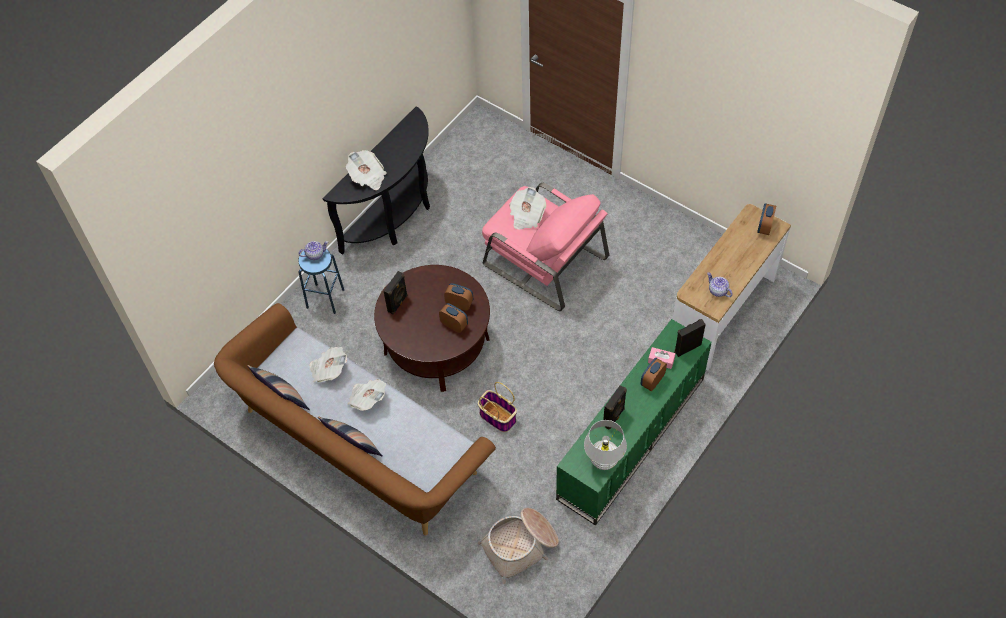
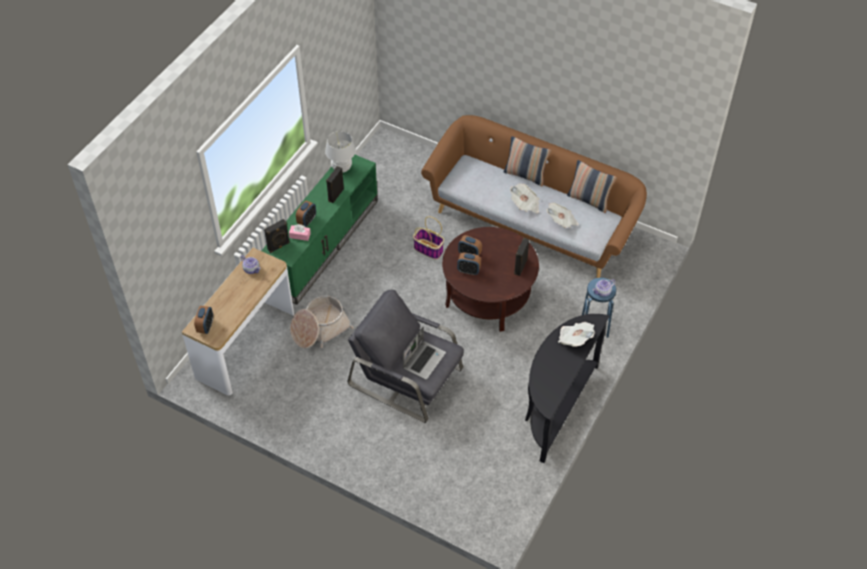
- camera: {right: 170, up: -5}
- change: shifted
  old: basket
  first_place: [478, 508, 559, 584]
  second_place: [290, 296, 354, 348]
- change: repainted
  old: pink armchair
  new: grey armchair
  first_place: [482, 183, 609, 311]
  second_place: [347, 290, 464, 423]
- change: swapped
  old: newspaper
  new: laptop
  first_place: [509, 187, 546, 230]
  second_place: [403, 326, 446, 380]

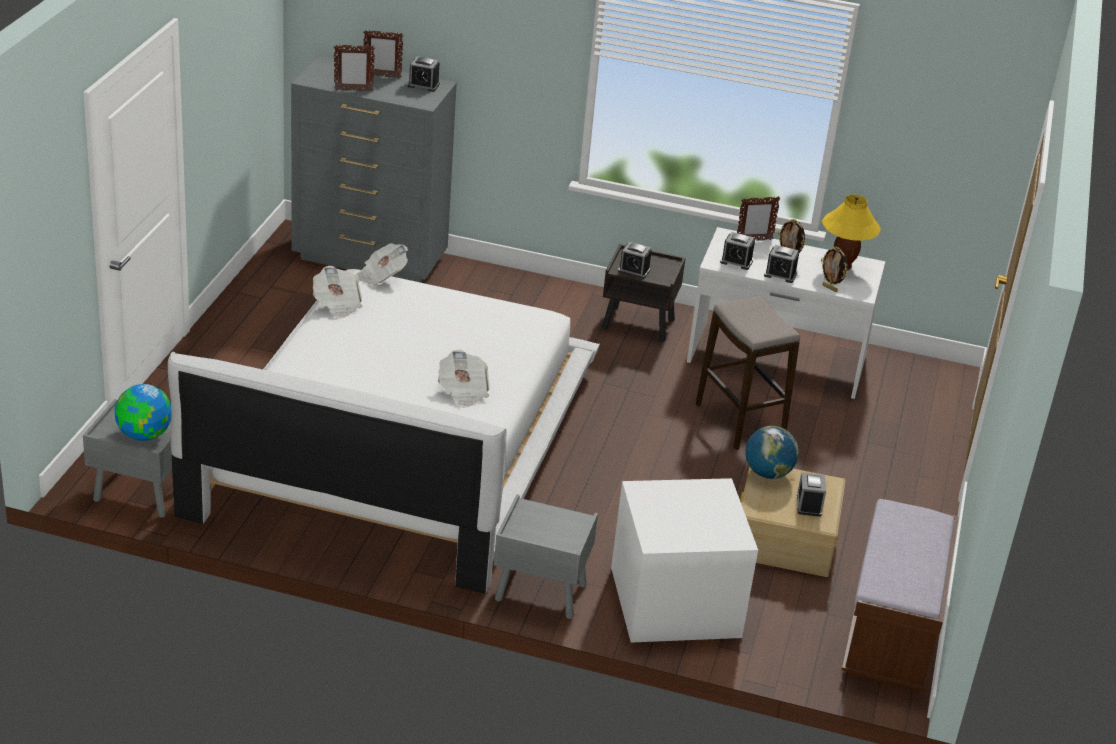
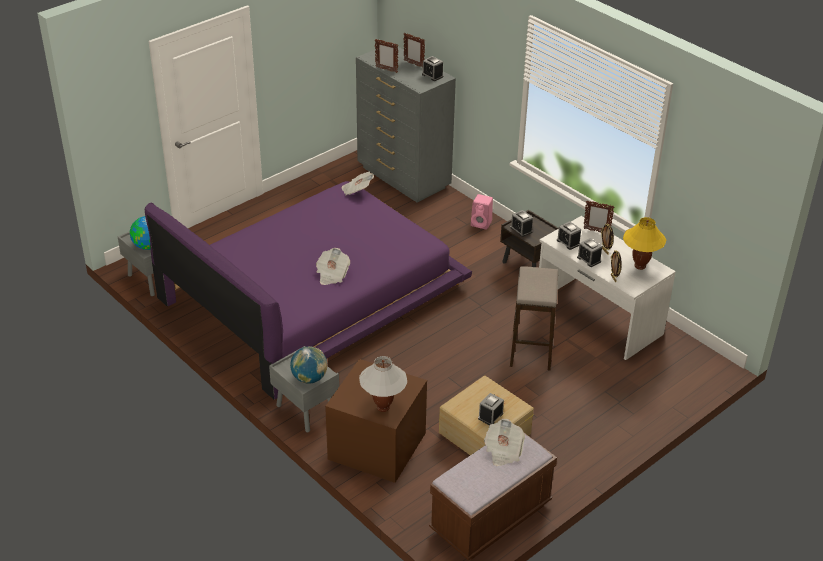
- camera: {right: 35, up: 5}
- change: repainted
  old: white bed
  new: purple bed
  first_place: [168, 269, 600, 594]
  second_place: [145, 181, 472, 399]
- change: shifted
  old: globe
  first_place: [745, 426, 799, 479]
  second_place: [290, 346, 327, 384]
- change: repainted
  old: white storage box
  new: brown storage box
  first_place: [611, 478, 758, 643]
  second_place: [325, 359, 427, 483]
- change: new
  new: white table lamp
  second_place: [359, 356, 407, 412]
- change: new
  new: pink speaker
  second_place: [471, 194, 493, 230]
- change: shifted
  old: newspaper
  first_place: [313, 266, 362, 319]
  second_place: [484, 419, 525, 466]

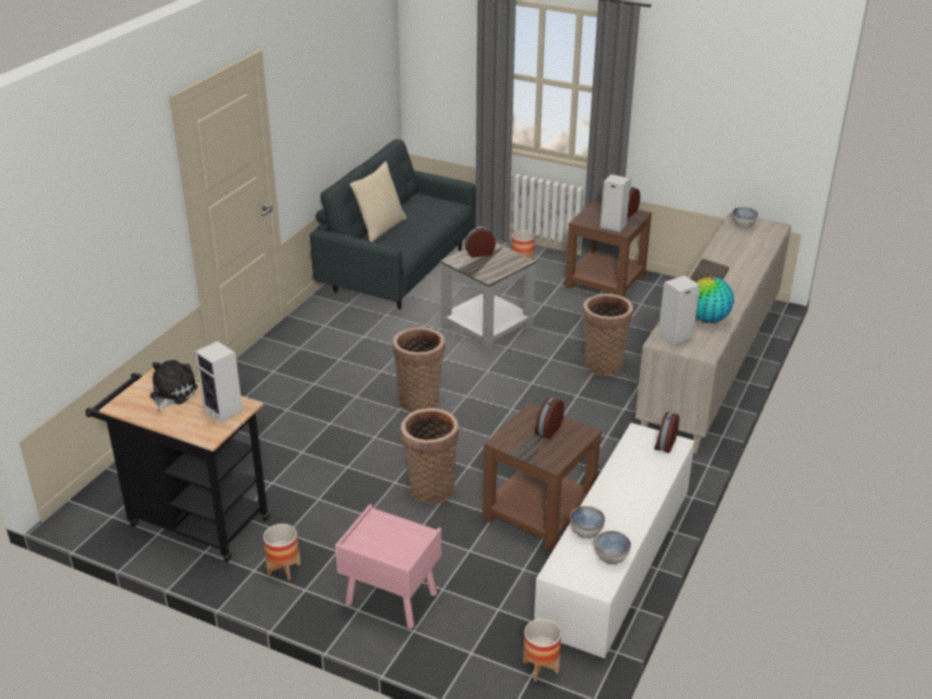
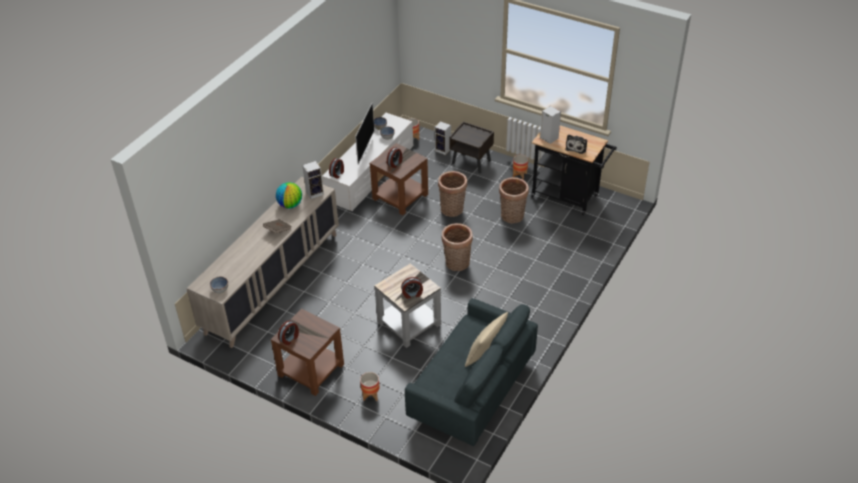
- camera: {right: -175, up: 10}
- change: new
  new: television
  second_place: [355, 103, 374, 164]
- change: shifted
  old: speaker
  first_place: [600, 174, 631, 233]
  second_place: [435, 121, 451, 155]
- change: repainted
  old: pink nightstand
  new: brown nightstand
  first_place: [335, 504, 441, 629]
  second_place: [449, 122, 494, 173]
- change: shifted
  old: basket
  first_place: [583, 294, 633, 376]
  second_place: [499, 177, 529, 223]

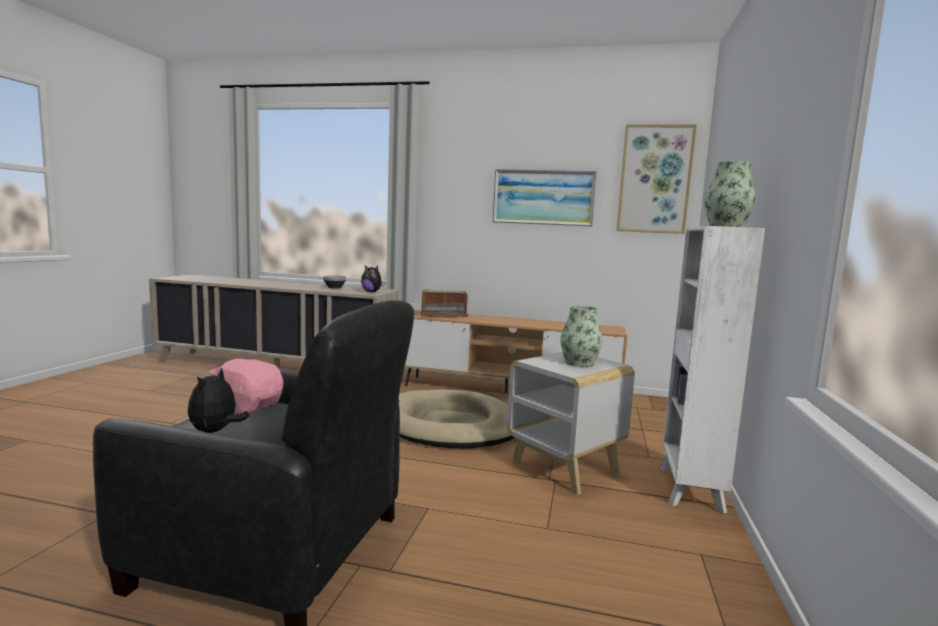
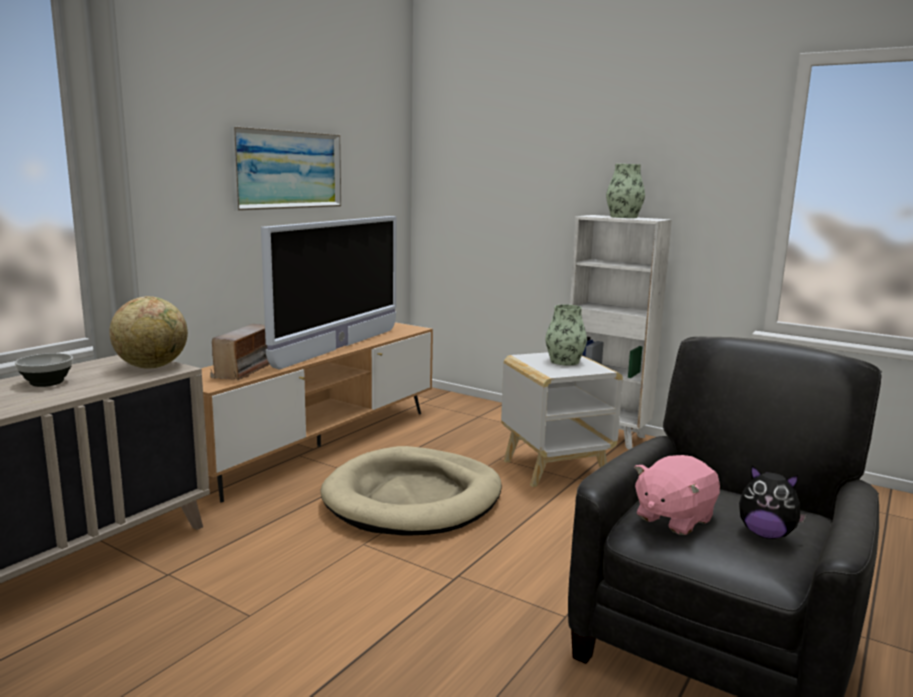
- camera: {right: -70, up: 5}
- change: swapped
  old: plush toy
  new: globe
  first_place: [361, 265, 385, 292]
  second_place: [109, 296, 188, 369]
- change: new
  new: television
  second_place: [261, 216, 397, 370]
- change: gone
  old: picture
  first_place: [617, 124, 697, 234]

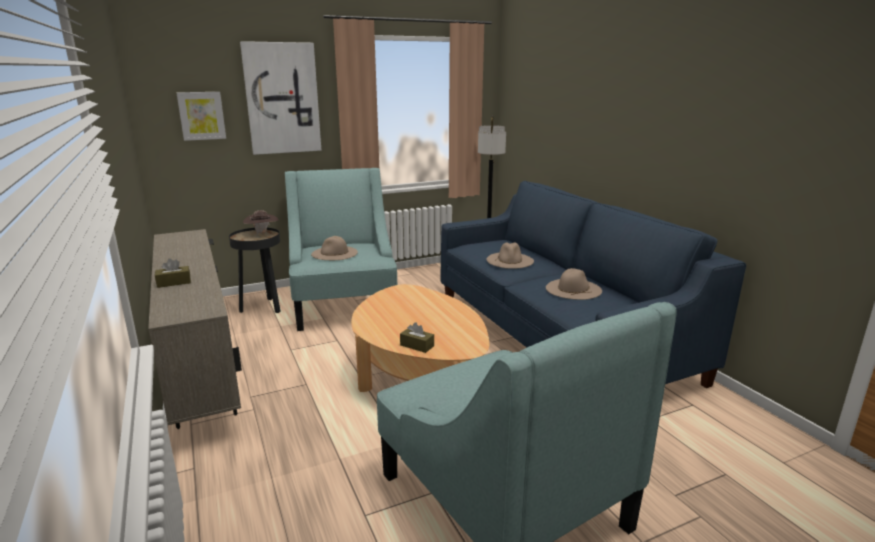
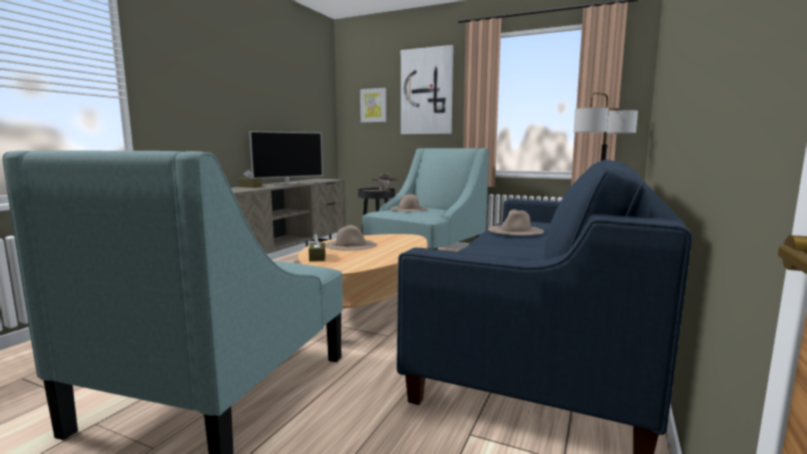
- camera: {right: 50, up: -10}
- change: new
  new: television
  second_place: [250, 131, 323, 184]
- change: shifted
  old: beige hat
  first_place: [546, 268, 602, 300]
  second_place: [325, 225, 377, 251]

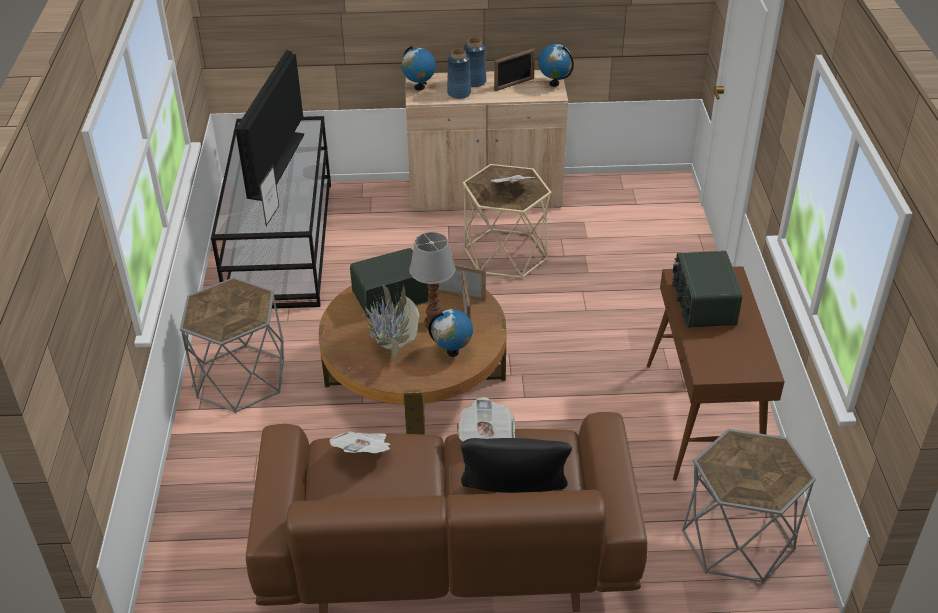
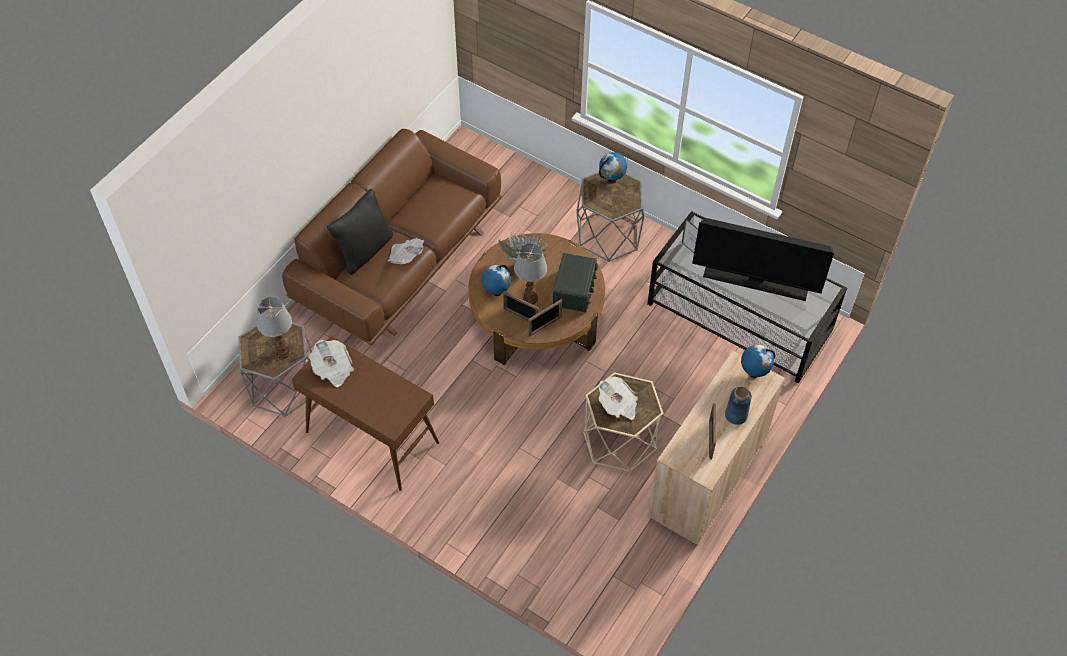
- camera: {right: 125, up: 15}
- change: new
  new: table lamp
  second_place: [257, 297, 292, 359]
- change: shifted
  old: newspaper
  first_place: [329, 431, 390, 453]
  second_place: [309, 340, 354, 387]
- change: shifted
  old: globe
  first_place: [538, 44, 574, 87]
  second_place: [599, 152, 627, 183]
- change: rotated
  old: television
  first_place: [235, 49, 304, 201]
  second_place: [692, 218, 834, 301]
  degrees: 150
- change: gone
  old: blue vase
  first_place: [447, 48, 471, 99]
- change: gone
  old: radio
  first_place: [672, 251, 743, 328]

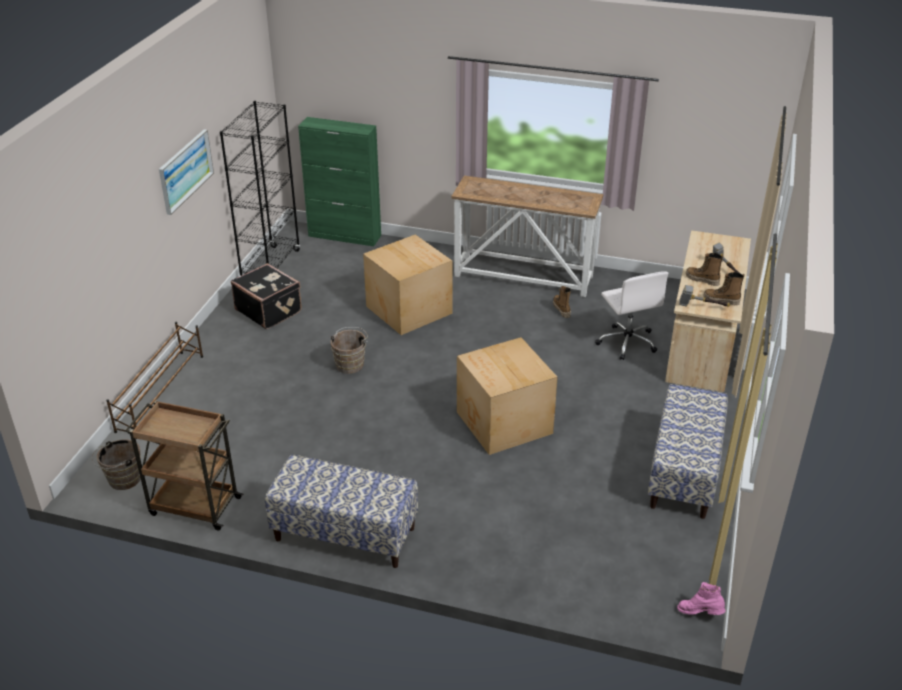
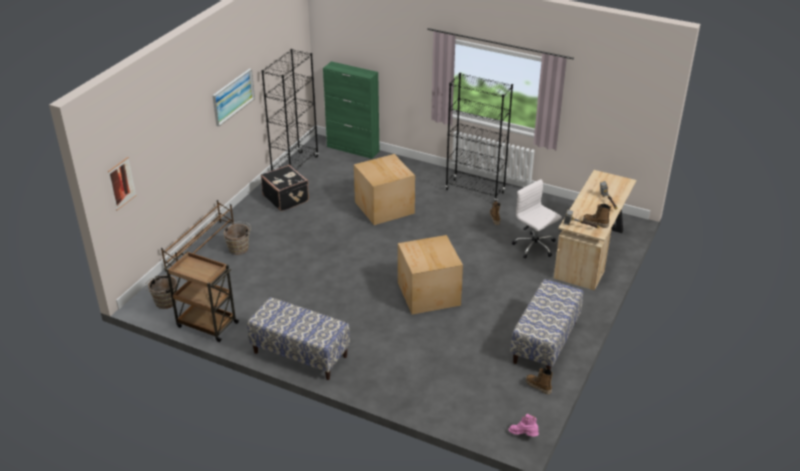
- camera: {right: 10, up: 0}
- change: new
  new: picture
  second_place: [108, 157, 136, 210]
- change: shifted
  old: brown bucket
  first_place: [330, 327, 368, 374]
  second_place: [224, 222, 251, 255]
- change: swapped
  old: console table
  new: black bookcase
  first_place: [451, 176, 604, 297]
  second_place: [445, 73, 513, 202]
- change: rotated
  old: white office chair
  first_place: [595, 271, 669, 360]
  second_place: [512, 179, 562, 259]
  degrees: 150
- change: shifted
  old: boot
  first_place: [686, 253, 723, 286]
  second_place: [526, 368, 553, 394]

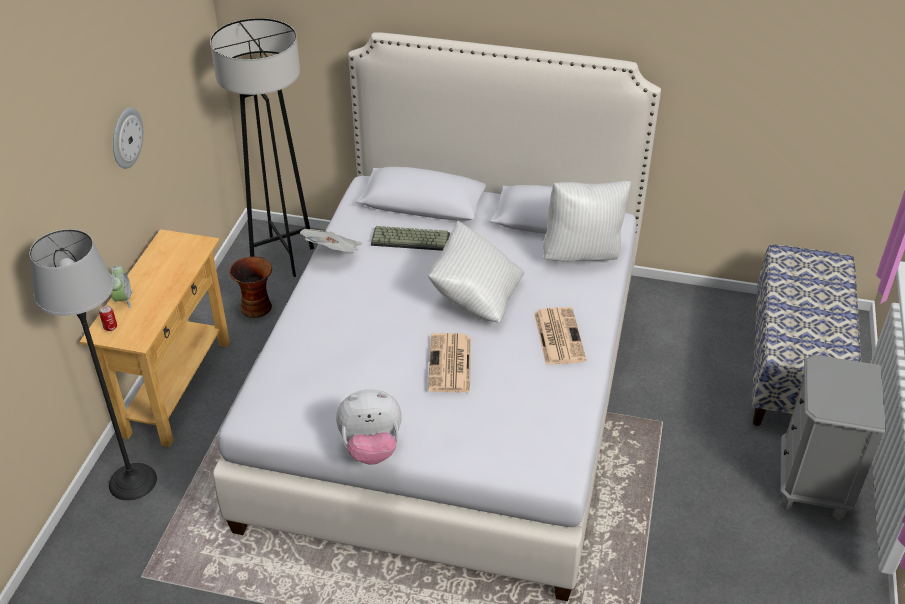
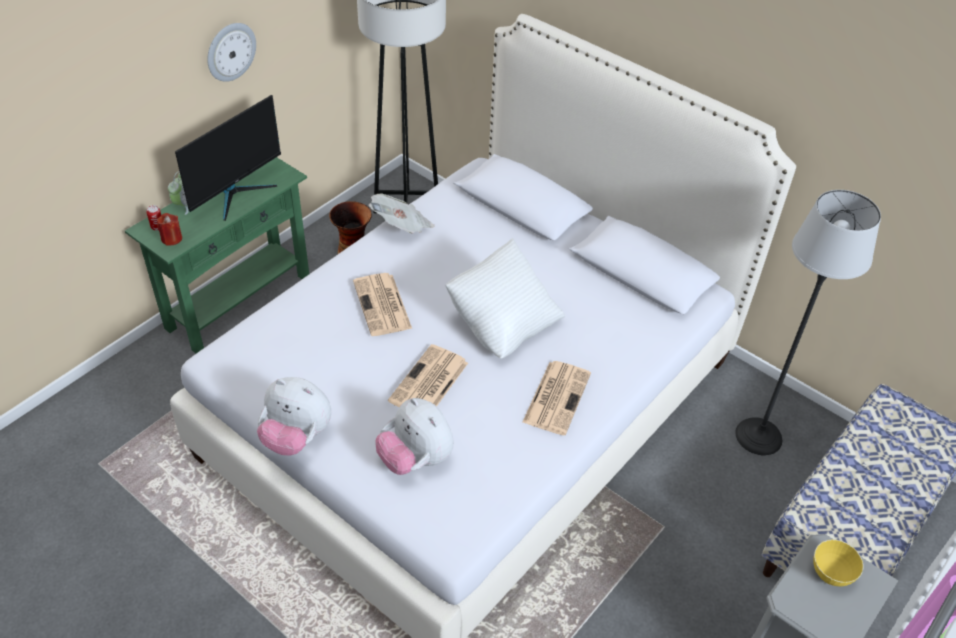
- camera: {right: 25, up: 5}
- change: repainted
  old: beige console table
  new: green console table
  first_place: [80, 229, 230, 447]
  second_place: [125, 157, 309, 353]
- change: new
  new: red candle
  second_place: [157, 213, 182, 246]
- change: new
  new: monitor
  second_place: [175, 95, 281, 221]
- change: new
  new: newspaper
  second_place: [353, 273, 412, 336]
- change: new
  new: plush toy
  second_place: [375, 398, 454, 475]
- change: shifted
  old: floor lamp
  first_place: [29, 229, 157, 501]
  second_place: [735, 190, 881, 455]
- change: new
  new: yellow bowl
  second_place: [813, 539, 863, 587]
- change: gone
  old: keyboard
  first_place: [371, 226, 450, 251]
- change: gone
  old: white pillow
  first_place: [543, 181, 631, 262]

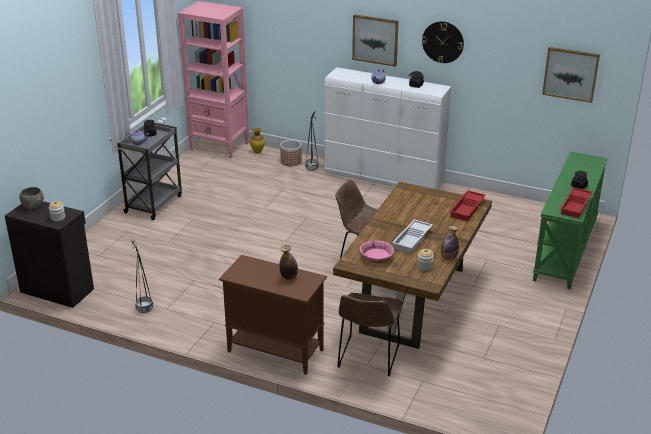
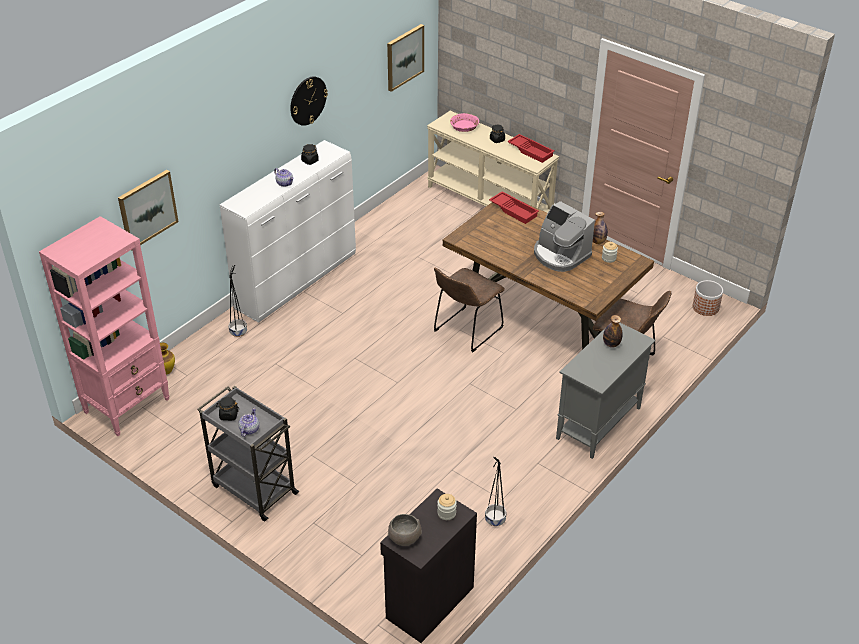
- camera: {right: -75, up: 10}
- change: shifted
  old: picture
  first_place: [352, 14, 399, 67]
  second_place: [118, 170, 178, 251]
- change: repainted
  old: green console table
  new: beige console table
  first_place: [533, 151, 608, 289]
  second_place: [427, 111, 559, 213]
- change: shifted
  old: pink bowl
  first_place: [360, 240, 394, 263]
  second_place: [450, 113, 479, 132]
- change: swapped
  old: white tray
  new: coffee machine
  first_place: [392, 219, 433, 254]
  second_place: [534, 201, 595, 272]
- change: repainted
  old: brown cabinet
  new: grey cabinet
  first_place: [219, 255, 327, 375]
  second_place: [556, 323, 655, 459]
- change: shifted
  old: planter
  first_place: [280, 140, 302, 166]
  second_place: [693, 280, 723, 316]

